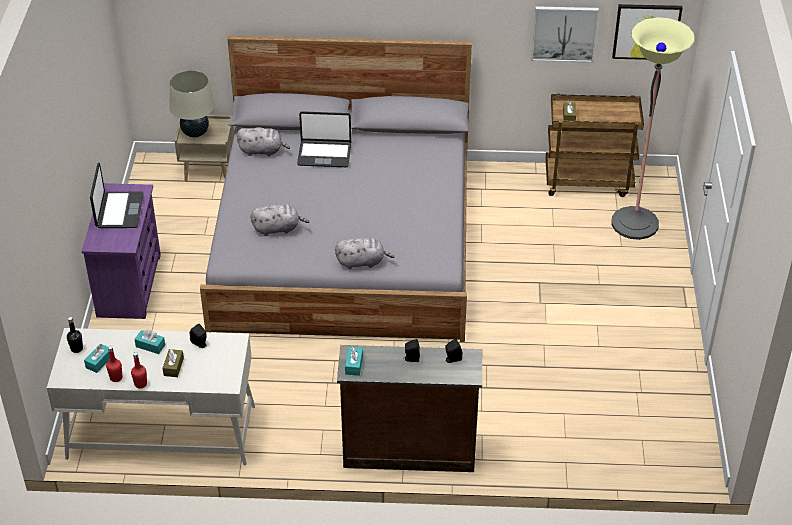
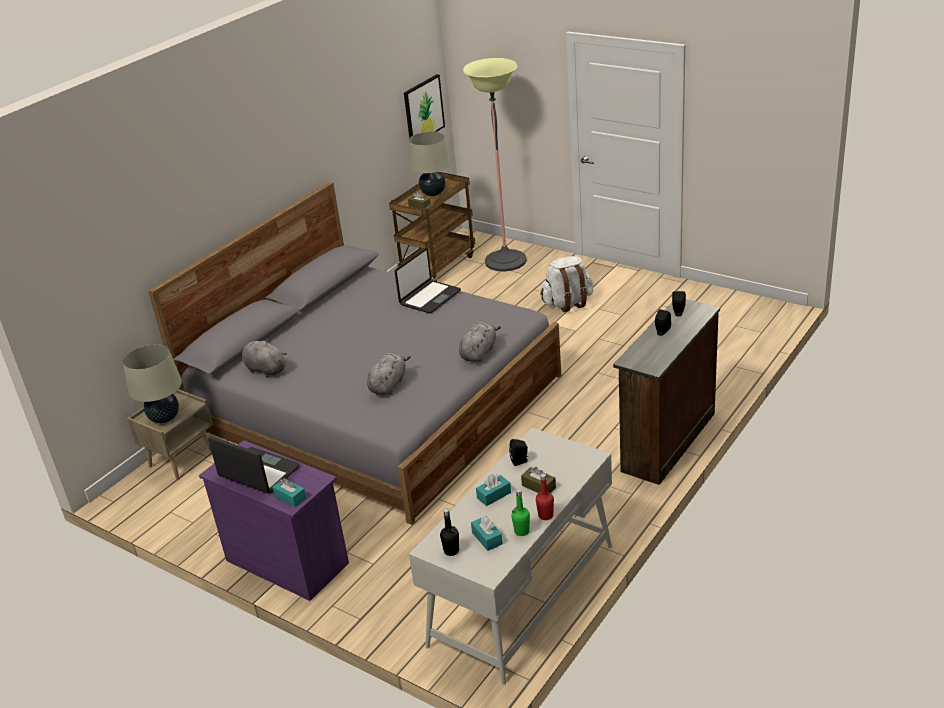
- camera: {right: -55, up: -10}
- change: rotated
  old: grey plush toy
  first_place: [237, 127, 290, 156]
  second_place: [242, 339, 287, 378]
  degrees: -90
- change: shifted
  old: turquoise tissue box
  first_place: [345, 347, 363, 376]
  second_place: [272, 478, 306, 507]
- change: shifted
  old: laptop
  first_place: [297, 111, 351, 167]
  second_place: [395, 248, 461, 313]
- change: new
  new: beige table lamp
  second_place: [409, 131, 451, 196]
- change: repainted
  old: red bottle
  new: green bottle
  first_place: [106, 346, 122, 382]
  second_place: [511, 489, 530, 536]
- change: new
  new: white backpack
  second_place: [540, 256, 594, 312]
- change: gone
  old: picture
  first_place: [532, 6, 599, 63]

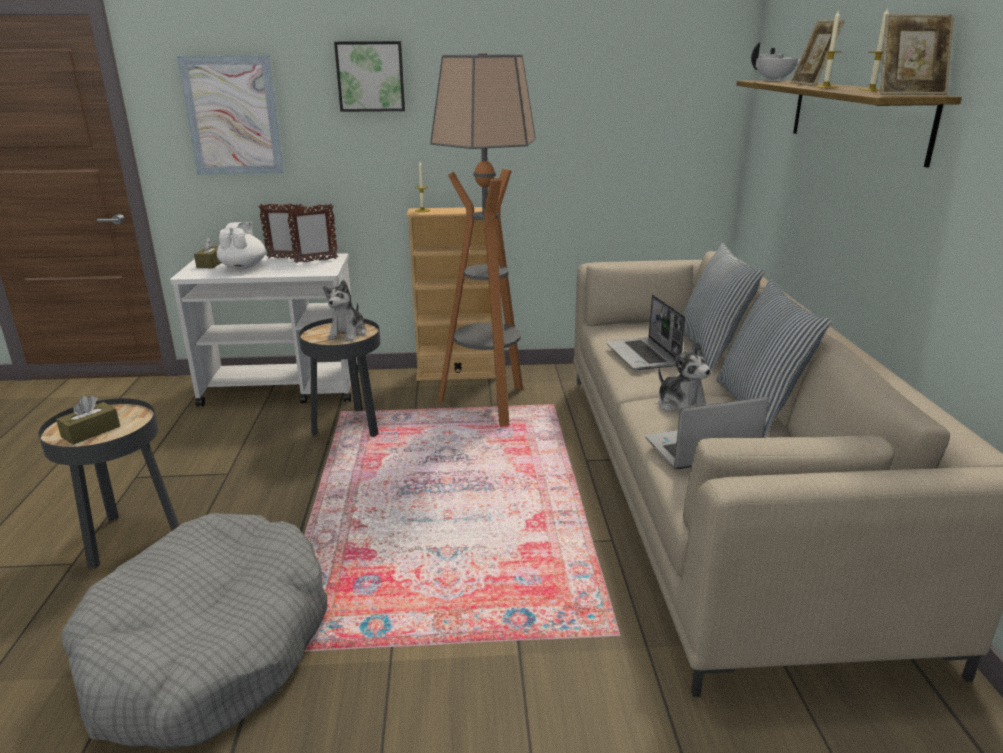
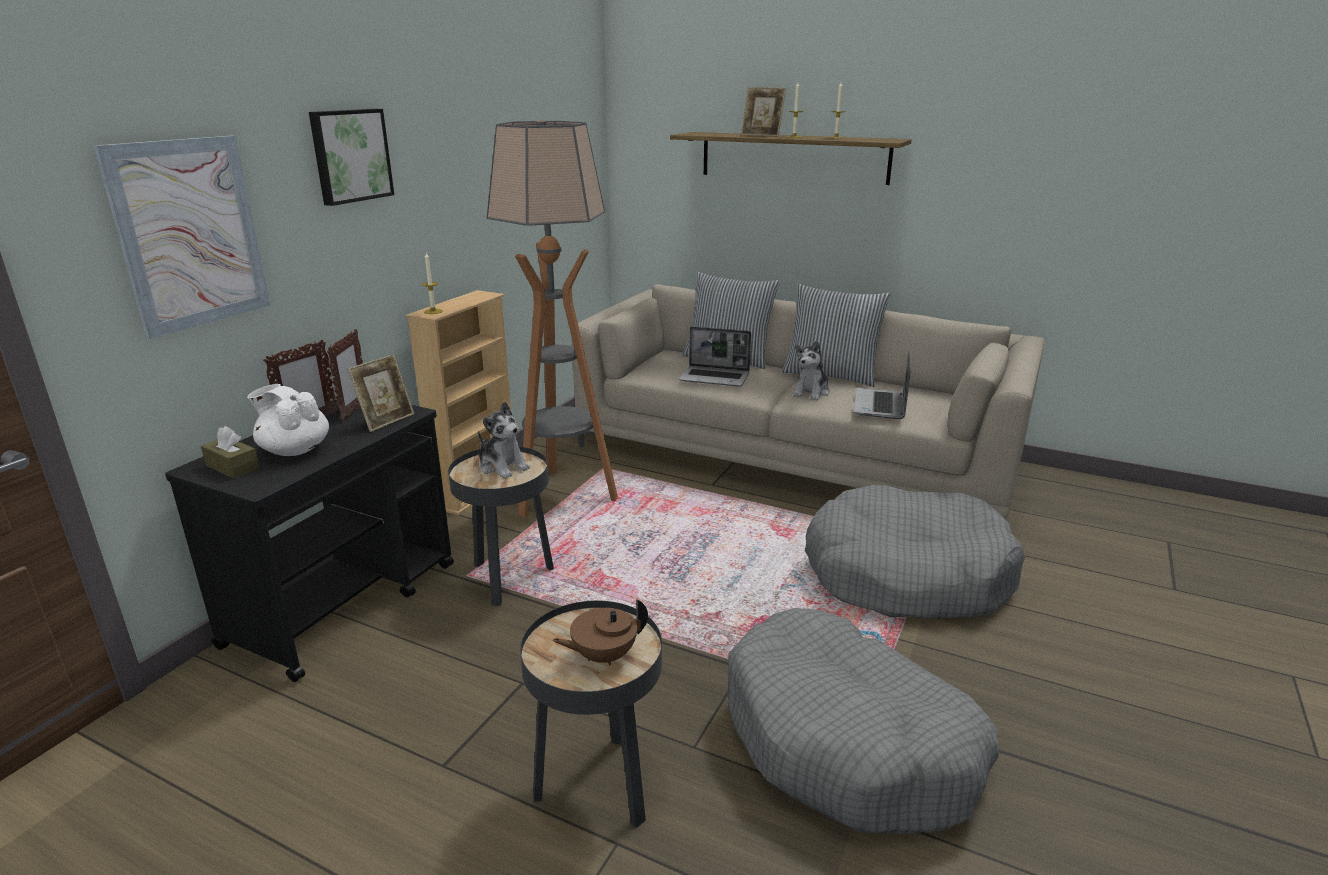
- camera: {right: -60, up: 0}
- change: repainted
  old: white cart
  new: black cart
  first_place: [170, 253, 358, 407]
  second_place: [165, 400, 454, 682]
- change: shifted
  old: picture frame
  first_place: [880, 14, 954, 95]
  second_place: [347, 354, 414, 432]
- change: swapped
  old: brown tissue box
  new: brown teapot
  first_place: [56, 396, 120, 445]
  second_place: [552, 599, 648, 666]
- change: rotated
  old: plush toy
  first_place: [658, 342, 711, 414]
  second_place: [793, 341, 830, 401]
  degrees: 120
- change: new
  new: grey dog bed
  second_place: [805, 485, 1025, 619]
- change: gone
  old: white teapot
  first_place: [751, 42, 800, 81]

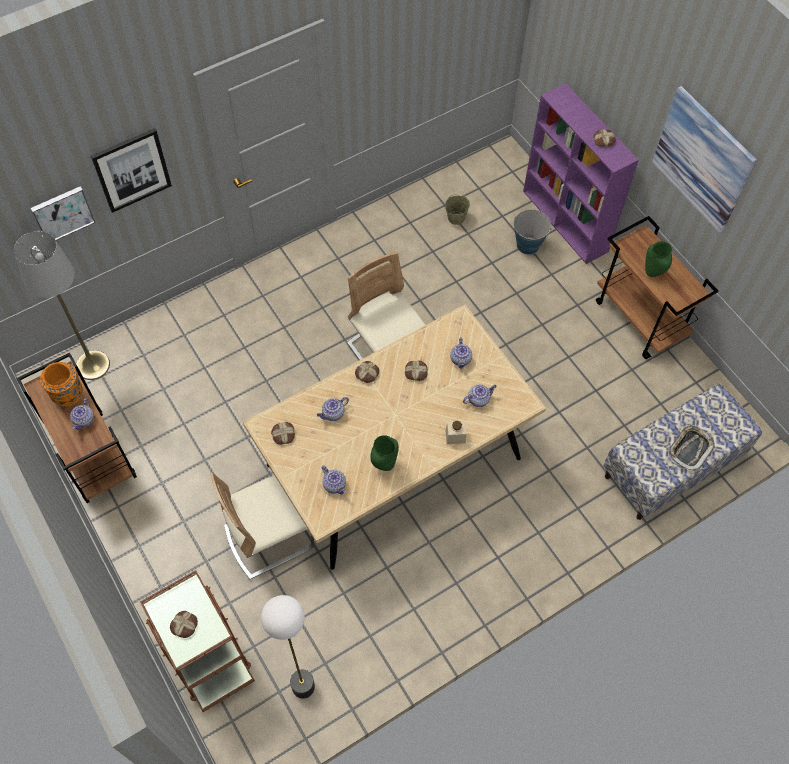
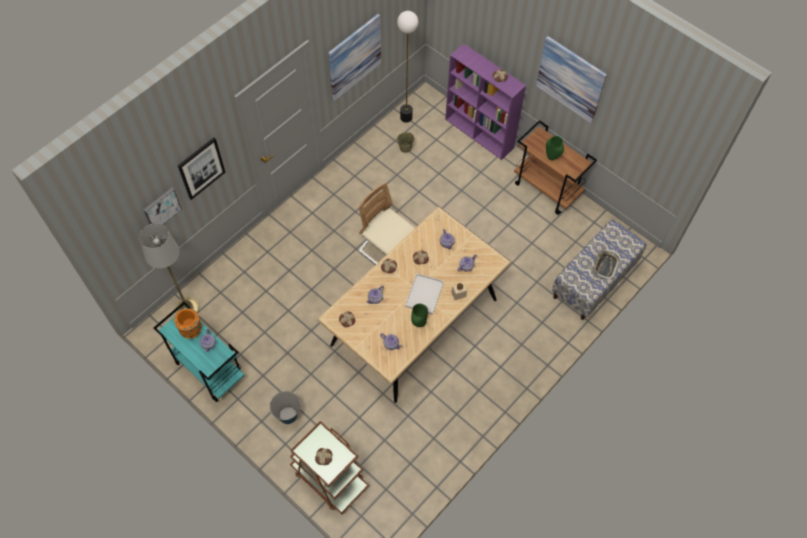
- camera: {right: -15, up: 0}
- change: repainted
  old: brown cart
  new: turquoise cart
  first_place: [16, 353, 137, 503]
  second_place: [154, 302, 245, 402]
- change: shifted
  old: bucket
  first_place: [514, 209, 552, 255]
  second_place: [270, 391, 301, 424]
- change: new
  new: picture
  second_place: [328, 14, 381, 101]
- change: shifted
  old: floor lamp
  first_place: [261, 595, 315, 699]
  second_place: [397, 11, 418, 123]
- change: new
  new: white tray
  second_place: [405, 273, 444, 315]
- change: gone
  old: beige chair
  first_place: [210, 473, 315, 579]

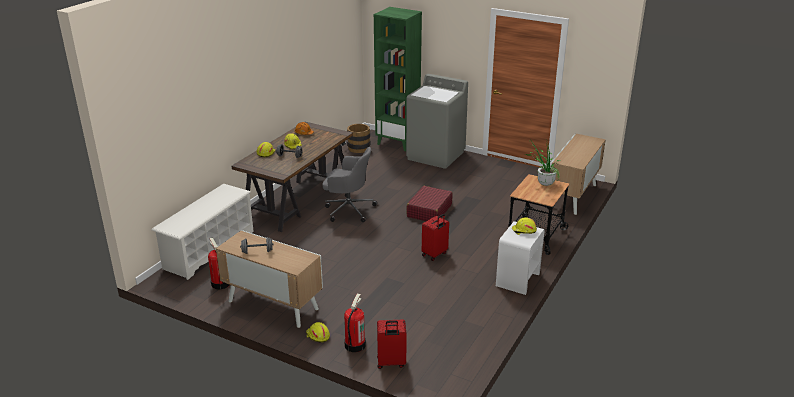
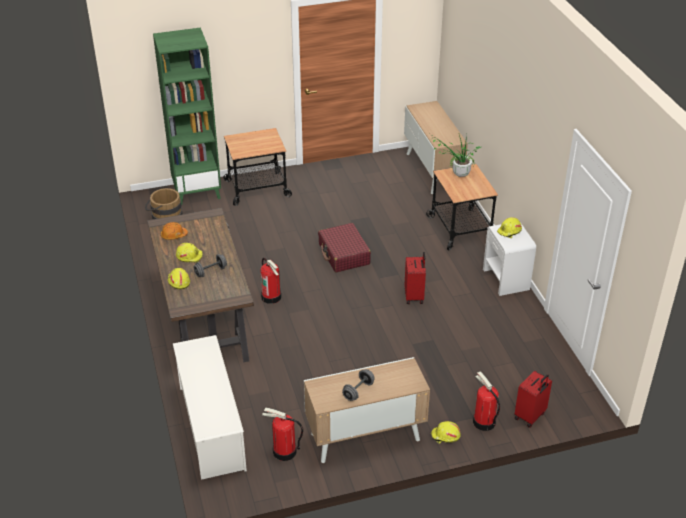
- camera: {right: -45, up: 10}
- change: swapped
  old: grey washing machine
  new: cart
  first_place: [406, 74, 468, 169]
  second_place: [223, 128, 292, 206]
- change: swapped
  old: grey office chair
  new: fire extinguisher
  first_place: [322, 147, 377, 222]
  second_place: [260, 258, 281, 304]

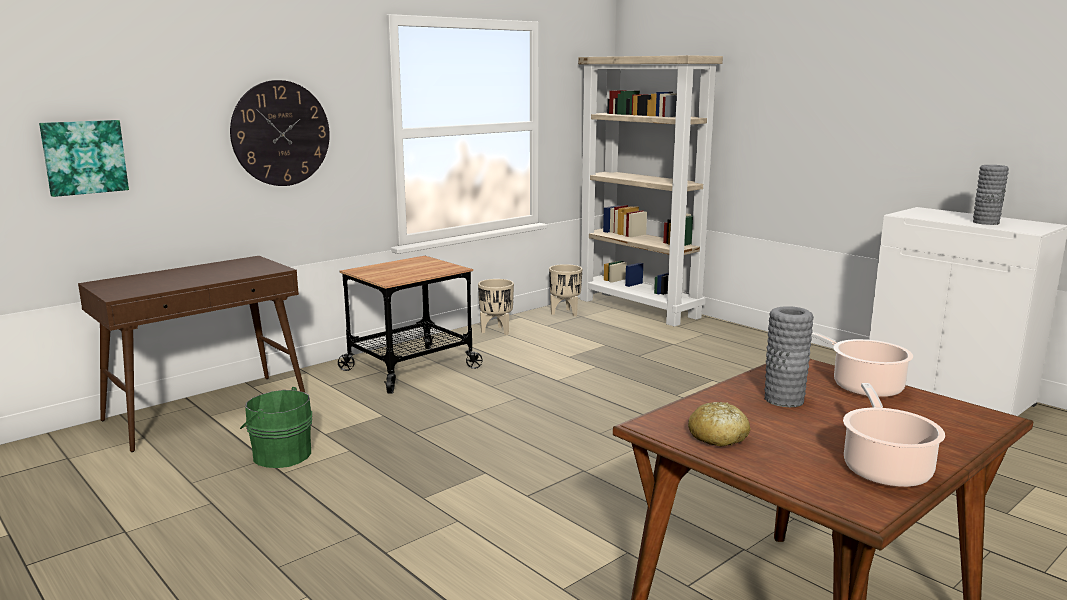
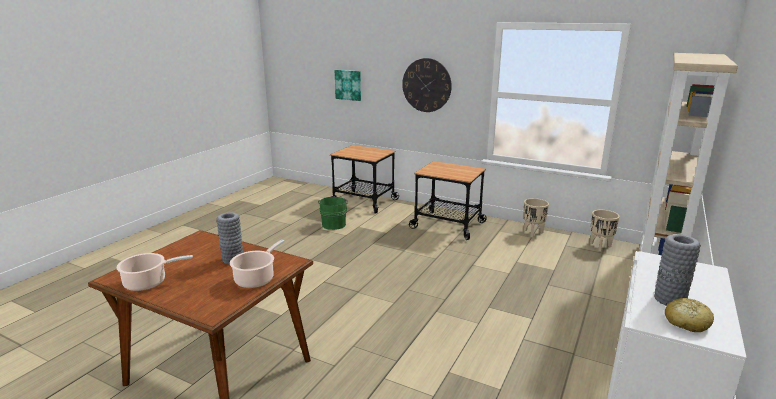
- camera: {right: 70, up: 5}
- change: swapped
  old: brown console table
  new: cart
  first_place: [78, 256, 305, 452]
  second_place: [330, 145, 399, 214]
- change: shifted
  old: bread
  first_place: [688, 402, 751, 446]
  second_place: [665, 298, 714, 332]

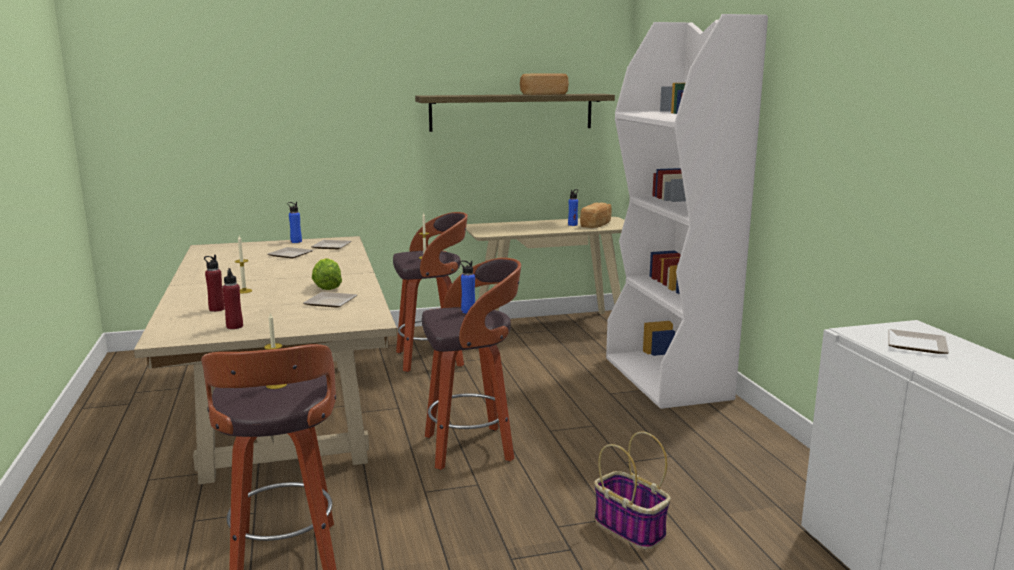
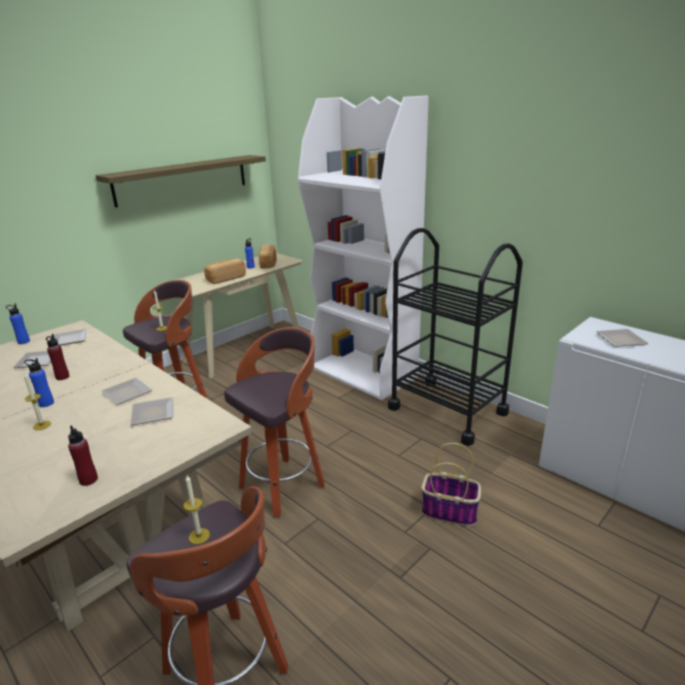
- camera: {right: -30, up: 10}
- change: shifted
  old: blue bottle
  first_place: [460, 260, 475, 314]
  second_place: [24, 358, 54, 407]
- change: shifted
  old: red bottle
  first_place: [204, 255, 225, 312]
  second_place: [46, 334, 69, 380]
- change: swapped
  old: lettuce
  new: plate
  first_place: [312, 258, 342, 290]
  second_place: [101, 378, 152, 405]
- change: shifted
  old: bread
  first_place: [520, 73, 569, 95]
  second_place: [204, 259, 246, 284]
- change: new
  new: black cart
  second_place: [388, 228, 523, 446]

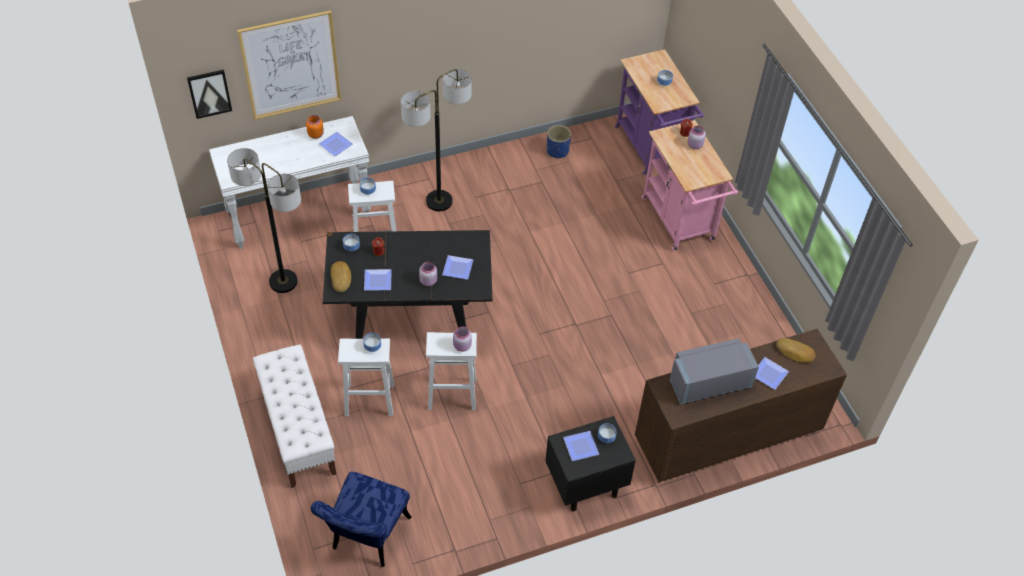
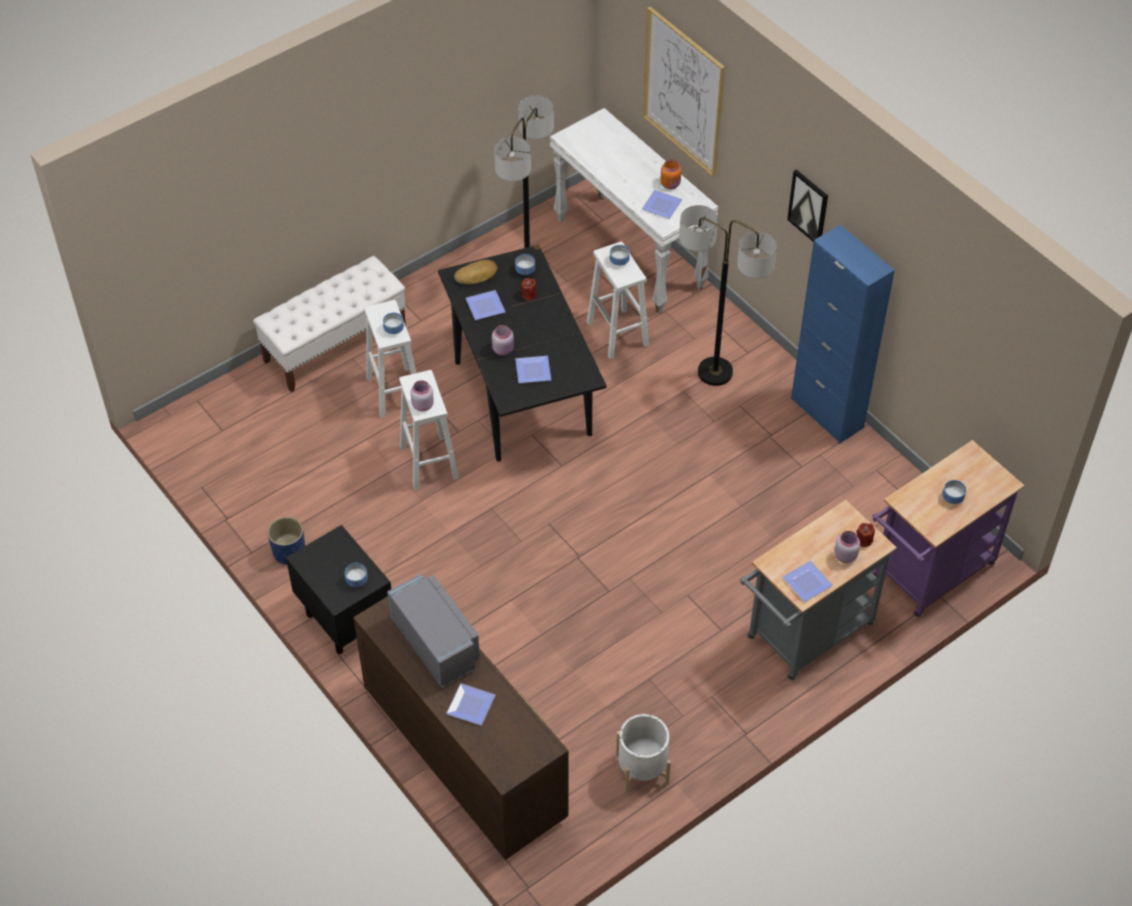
- camera: {right: 75, up: 0}
- change: shifted
  old: blue planter
  first_place: [547, 125, 571, 158]
  second_place: [267, 517, 305, 565]
- change: new
  new: white planter
  second_place: [616, 714, 671, 792]
- change: repainted
  old: pink cart
  new: grey cart
  first_place: [641, 120, 738, 251]
  second_place: [740, 500, 897, 681]
- change: shifted
  old: plate
  first_place: [563, 431, 599, 461]
  second_place: [782, 561, 833, 602]
- change: shifted
  old: picture
  first_place: [187, 69, 232, 119]
  second_place: [787, 169, 828, 242]
- change: new
  new: blue cabinet
  second_place: [791, 225, 895, 443]
- change: gone
  old: blue chair
  first_place: [311, 471, 412, 567]
- change: gone
  old: bread
  first_place: [776, 338, 816, 363]

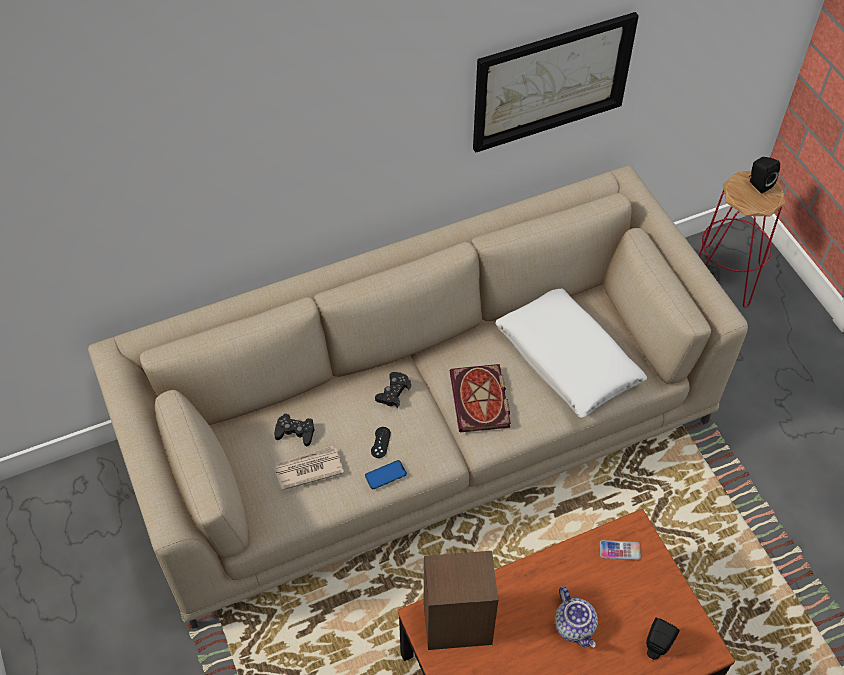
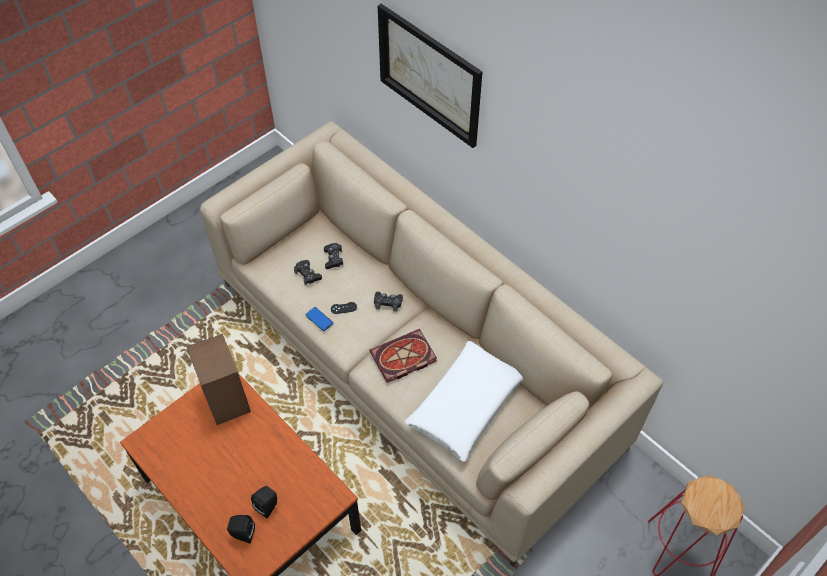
- camera: {right: 70, up: 0}
- change: shifted
  old: black speaker
  first_place: [749, 157, 780, 194]
  second_place: [251, 486, 277, 519]
- change: swapped
  old: newspaper
  new: black game controller
  first_place: [274, 446, 344, 490]
  second_place: [294, 260, 322, 285]
- change: shifted
  old: picture
  first_place: [473, 12, 639, 153]
  second_place: [378, 4, 482, 148]
- change: gone
  old: teapot
  first_place: [555, 586, 598, 648]
- change: gone
  old: phone
  first_place: [600, 540, 641, 560]

